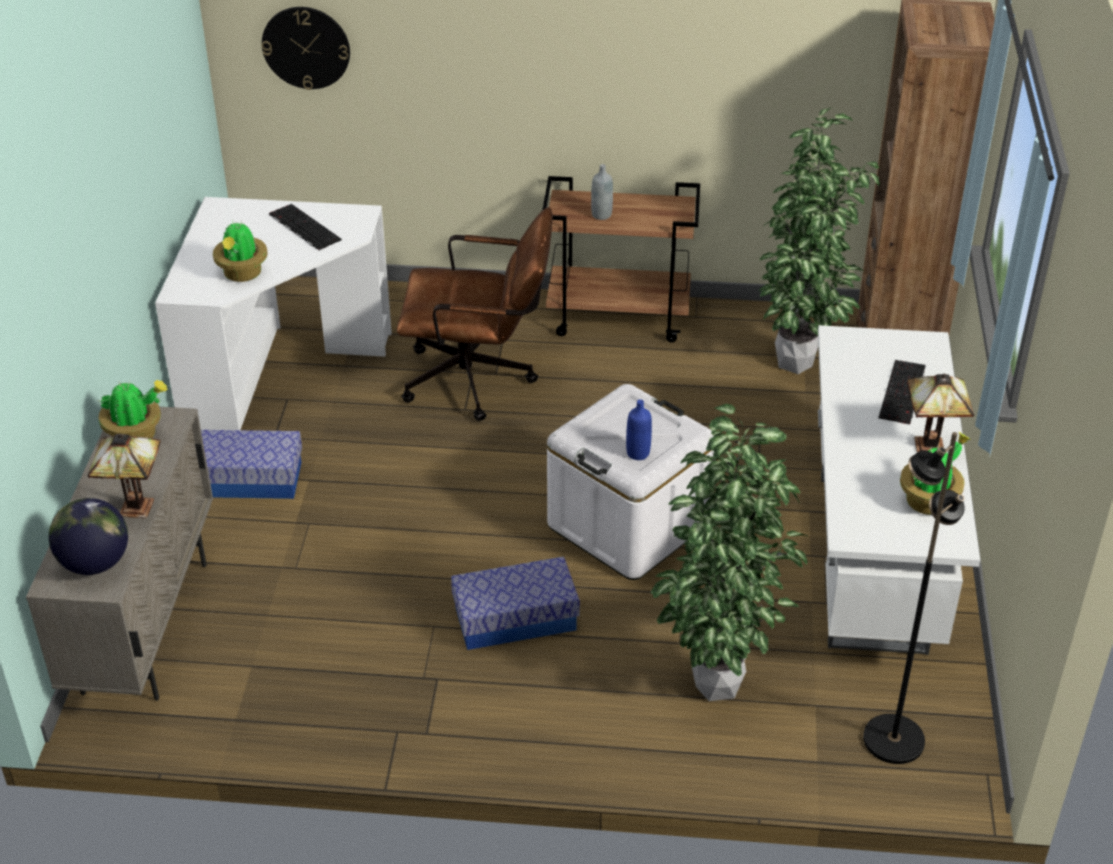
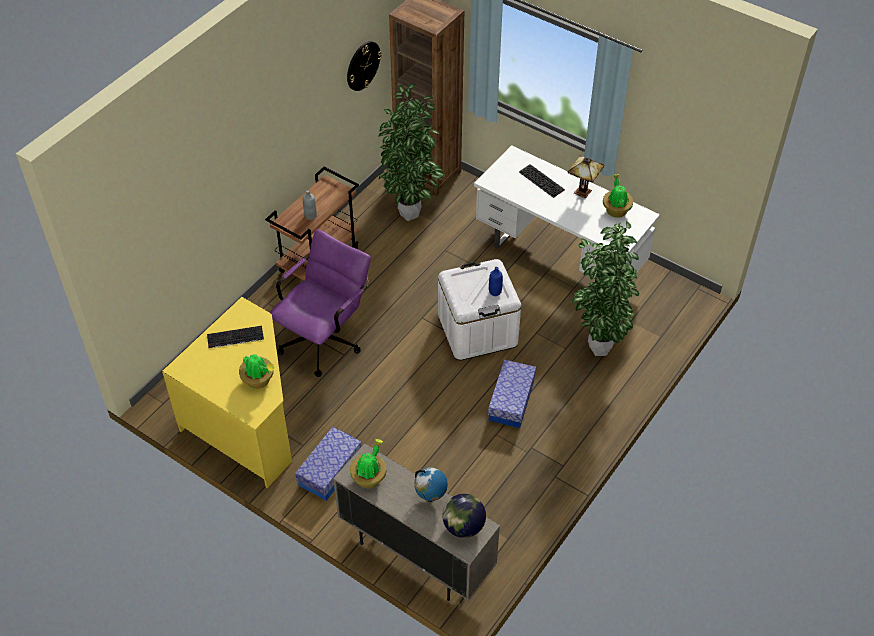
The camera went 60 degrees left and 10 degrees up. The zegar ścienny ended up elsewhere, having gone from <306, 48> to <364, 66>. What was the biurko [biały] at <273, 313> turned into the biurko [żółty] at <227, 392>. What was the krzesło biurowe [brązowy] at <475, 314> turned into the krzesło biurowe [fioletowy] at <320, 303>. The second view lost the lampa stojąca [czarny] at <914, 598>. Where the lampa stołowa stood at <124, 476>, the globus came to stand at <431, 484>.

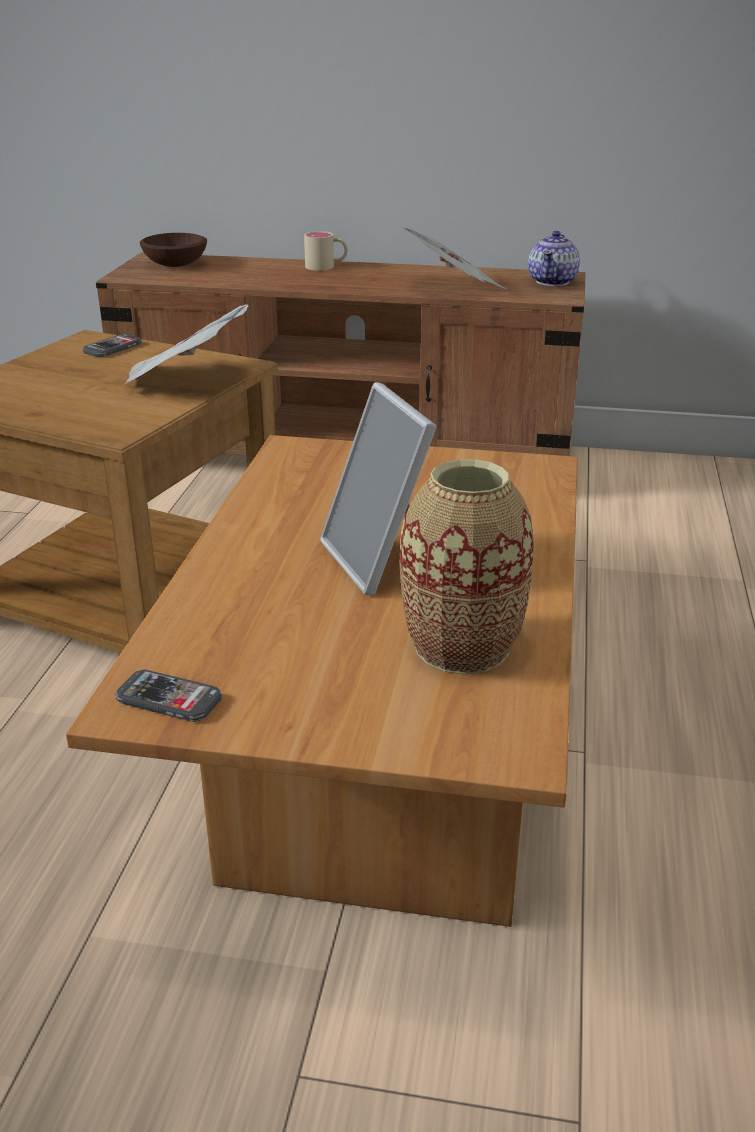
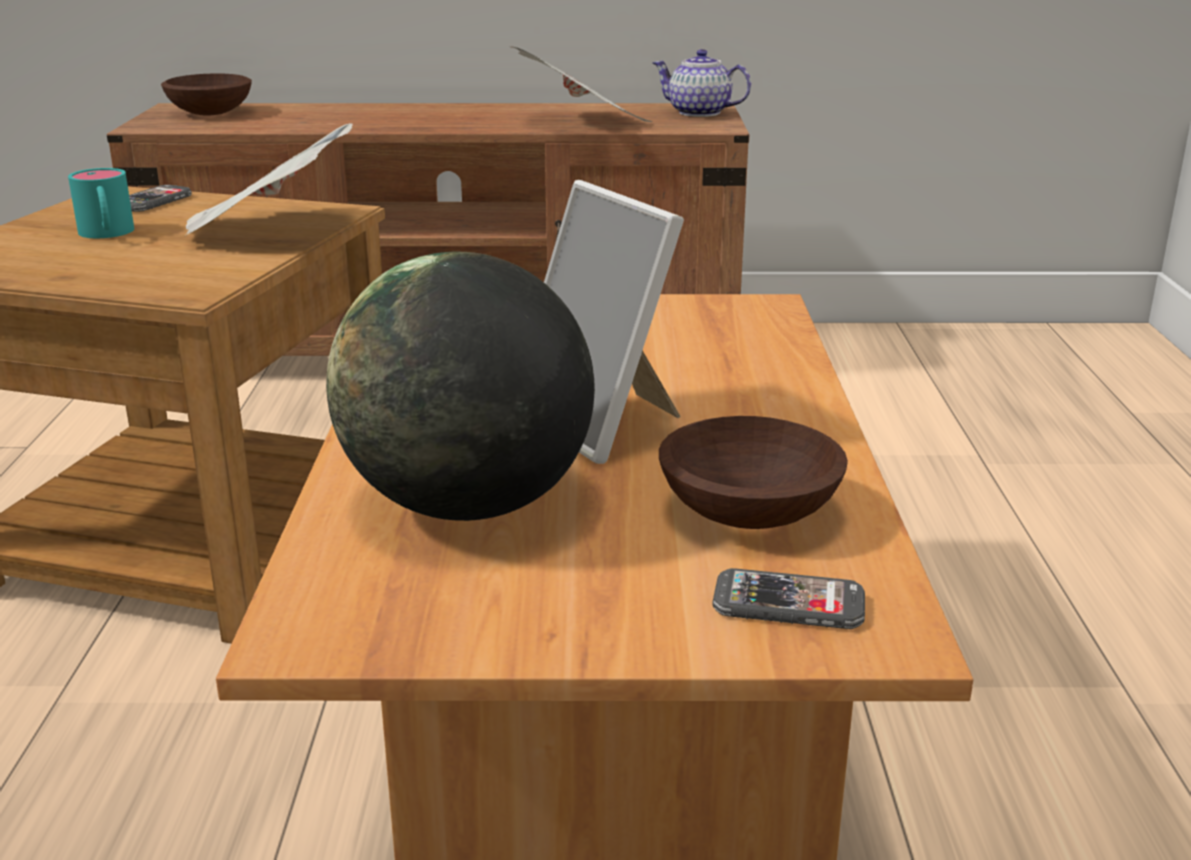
The camera went 10 degrees left and 5 degrees down. The second view lost the kubek [beżowy] at <326, 250>. The imbryk at <554, 258> ended up facing another way, 105 degrees clockwise from before. Where the wazon stood at <467, 566>, the miska [brązowy] came to stand at <753, 472>. The telefon ended up elsewhere, having gone from <169, 695> to <788, 598>. The second view gained the kubek [turkusowy] at <101, 203>. The second view gained the globus at <460, 386>.

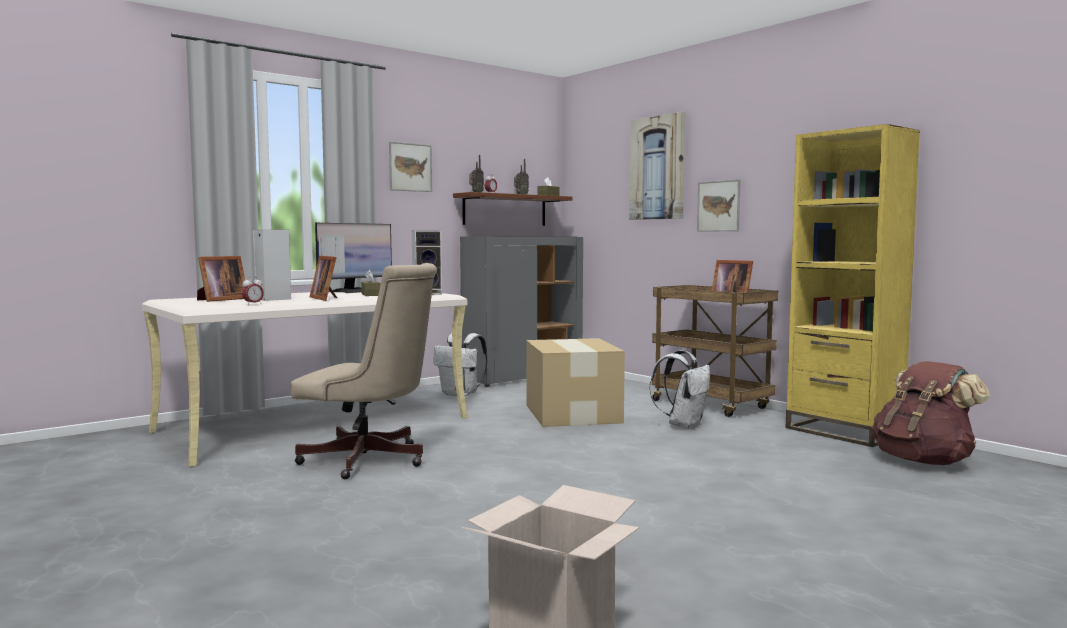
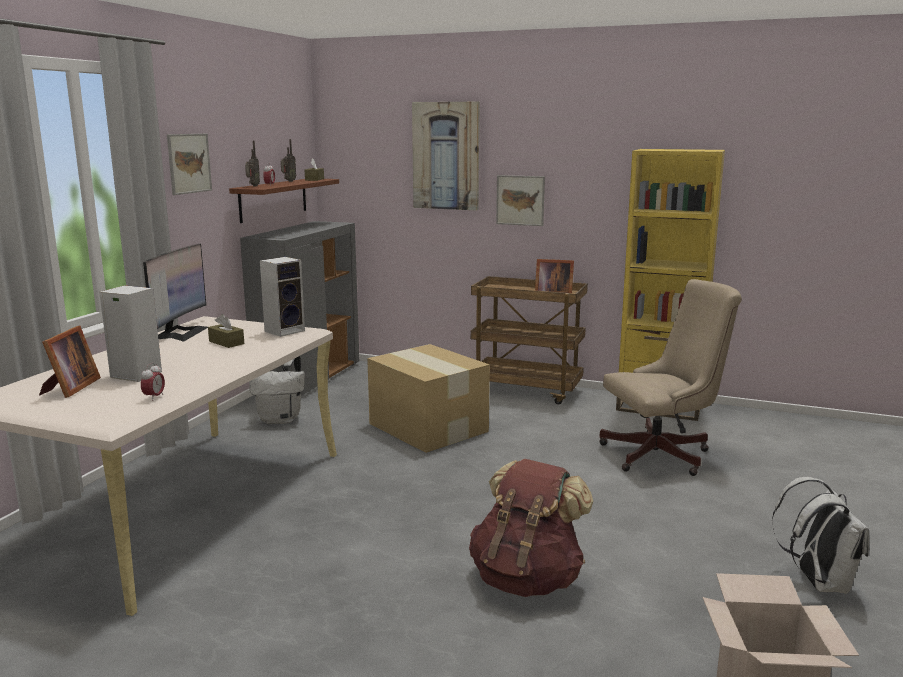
The camera went 30 degrees left and 10 degrees up. The second view lost the ramka na zdjęcie at <323, 278>. The krzesło biurowe [beżowy] ended up elsewhere, having gone from <364, 371> to <671, 377>. The plecak [biały] ended up elsewhere, having gone from <679, 389> to <820, 535>. The plecak [brązowy] ended up elsewhere, having gone from <931, 413> to <531, 528>.

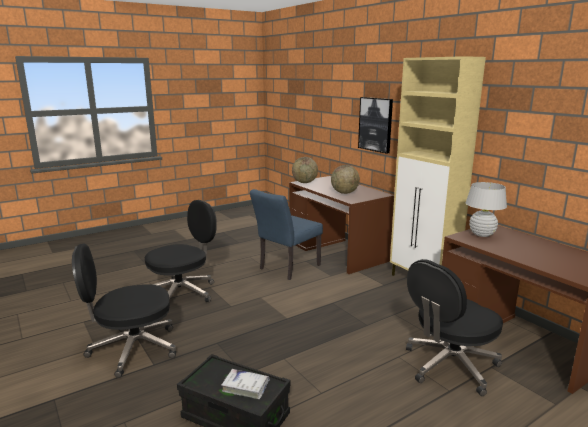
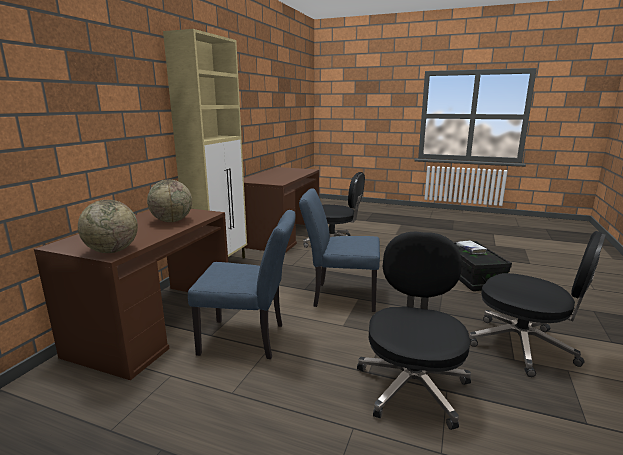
The camera went 125 degrees left and 0 degrees up. The second view lost the obraz at <375, 125>. The second view lost the lampa stołowa [biały] at <486, 209>. The krzesło biurowe [czarny] at <181, 251> ended up facing another way, 90 degrees clockwise from before. The second view gained the krzesło [niebieski] at <339, 250>.

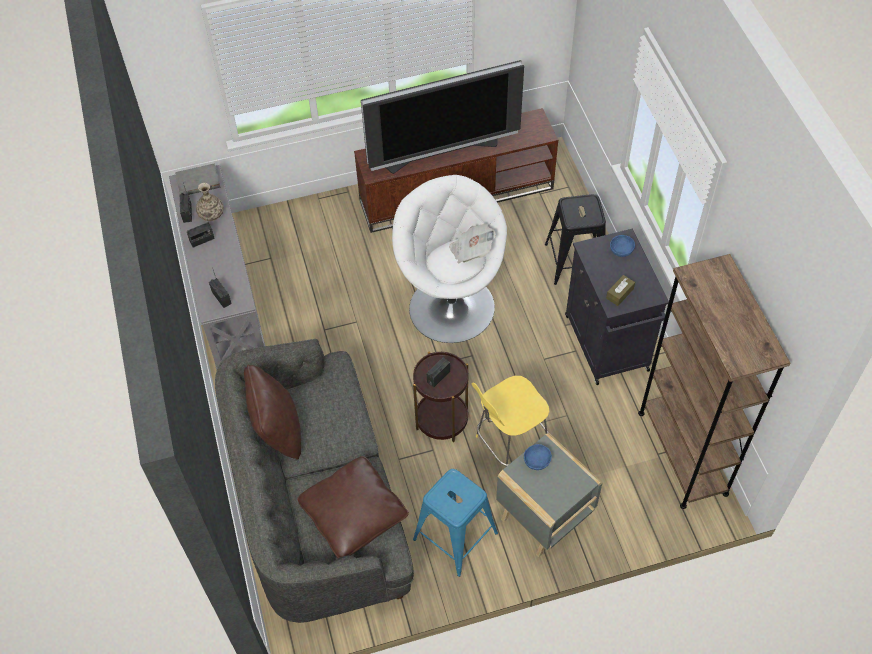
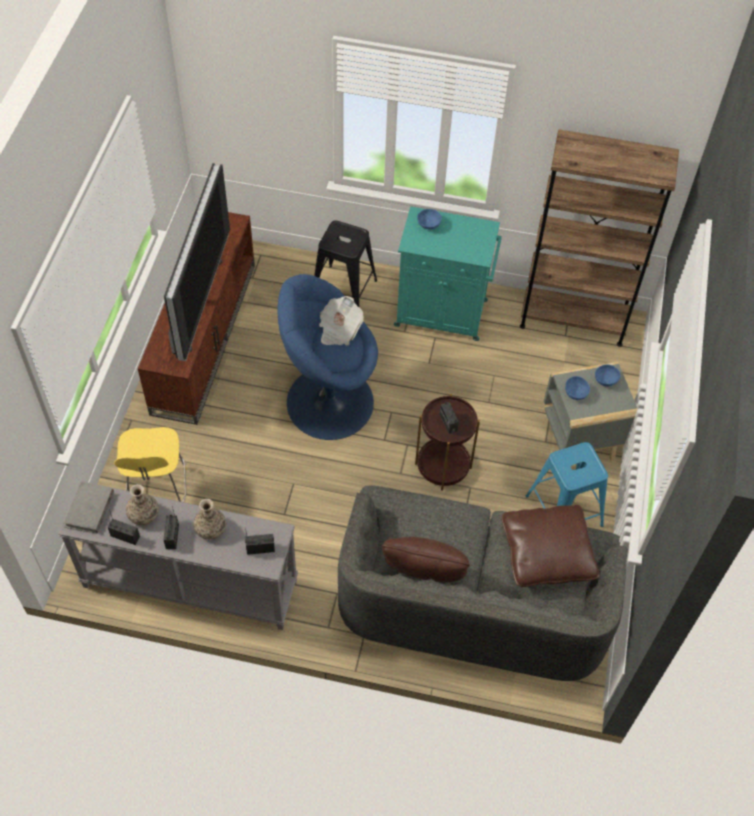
The camera went 65 degrees left and 0 degrees up. What was the fotel [biały] at <449, 259> turned into the fotel [niebieski] at <327, 357>. What was the szafka [czarny] at <617, 307> turned into the szafka [turkusowy] at <448, 273>. The second view lost the pudełko chusteczek [brązowy] at <620, 290>. The stołek [żółty] ended up elsewhere, having gone from <511, 421> to <150, 464>. The second view gained the miska [niebieski] at <608, 375>. The second view gained the wazon at <209, 519>.

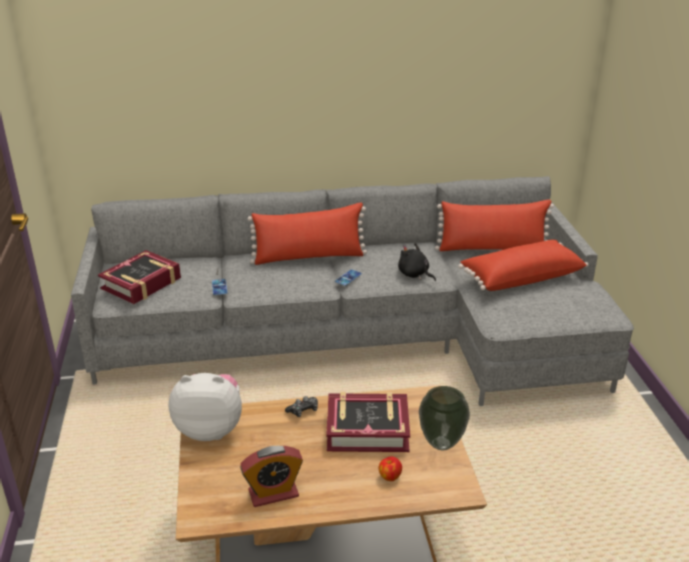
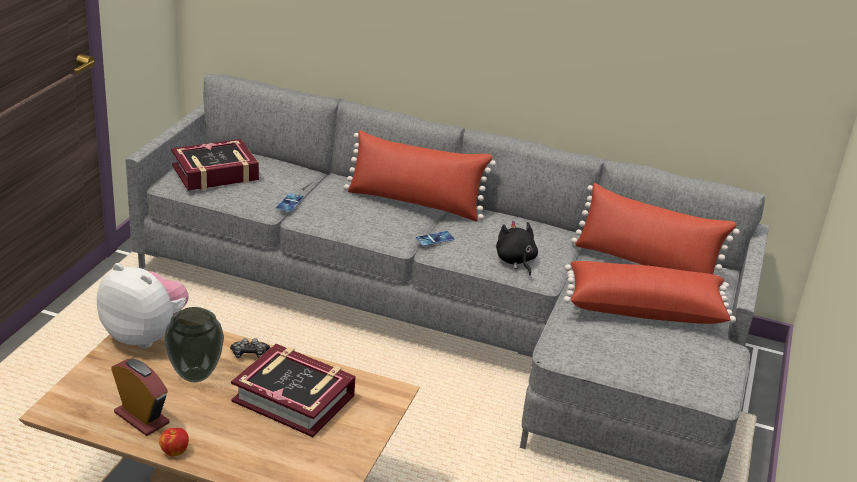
The camera went 25 degrees right and 0 degrees up. The wazon ended up elsewhere, having gone from <444, 418> to <194, 344>. The budzik at <271, 476> ended up facing another way, 150 degrees counterclockwise from before. The jabłko ended up elsewhere, having gone from <390, 468> to <174, 442>.

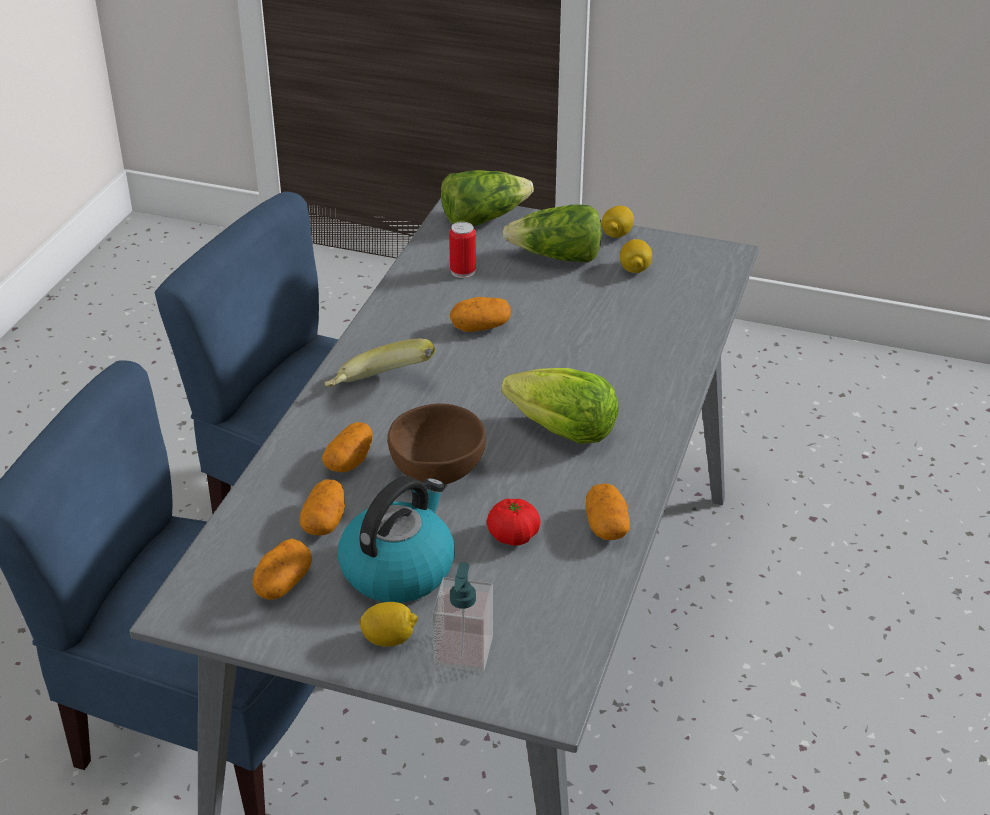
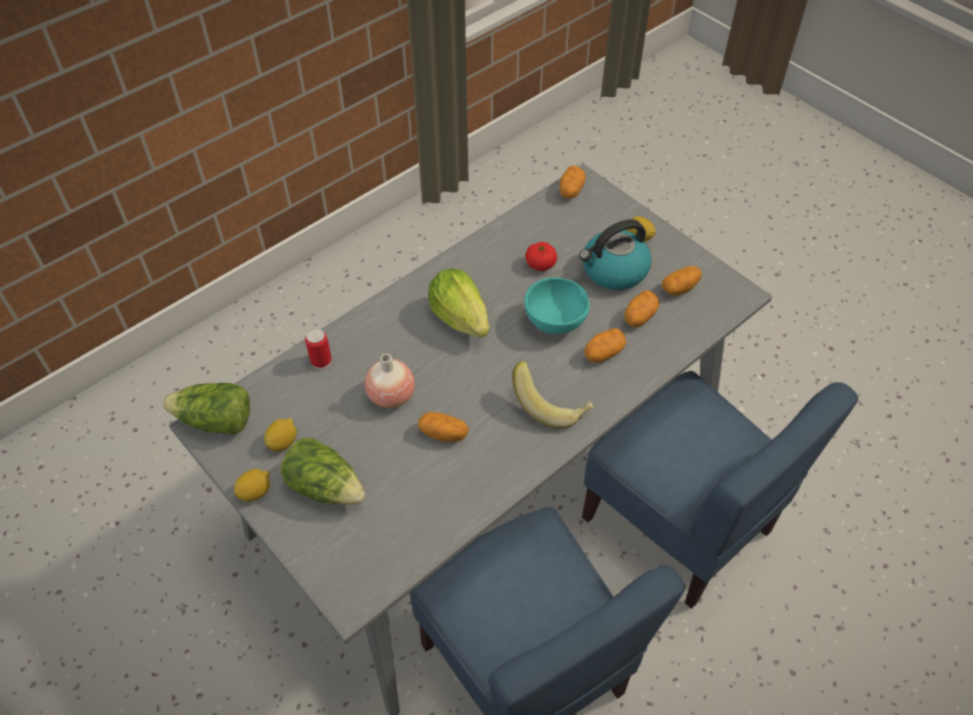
The camera went 150 degrees left and 15 degrees up. The sałata ended up elsewhere, having gone from <487, 198> to <206, 409>. The puszka ended up elsewhere, having gone from <462, 250> to <318, 348>. What was the miska [brązowy] at <436, 444> turned into the miska [turkusowy] at <557, 305>. The ziemniak ended up elsewhere, having gone from <608, 511> to <572, 182>. The second view lost the dozownik mydła at <462, 617>. The second view gained the wazon at <390, 381>.

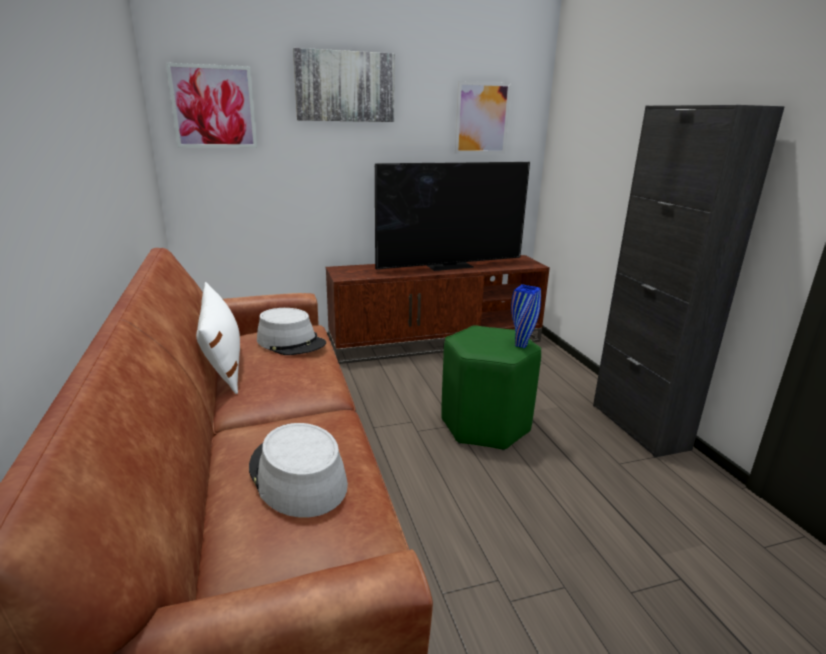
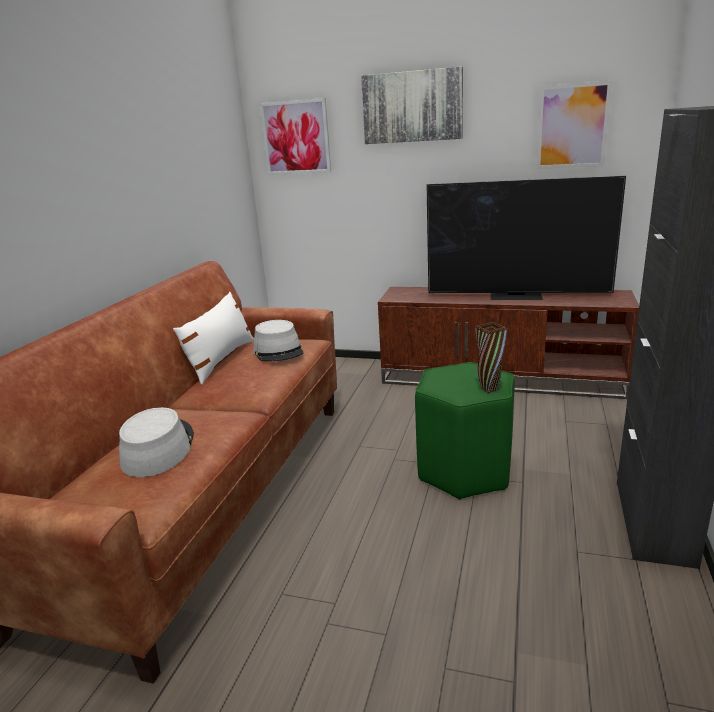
The camera went 35 degrees right and 0 degrees up. What was the wazon [niebieski] at <526, 316> turned into the wazon [brązowy] at <491, 357>.

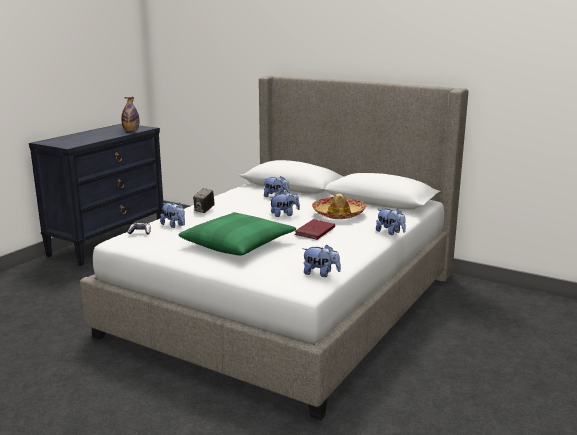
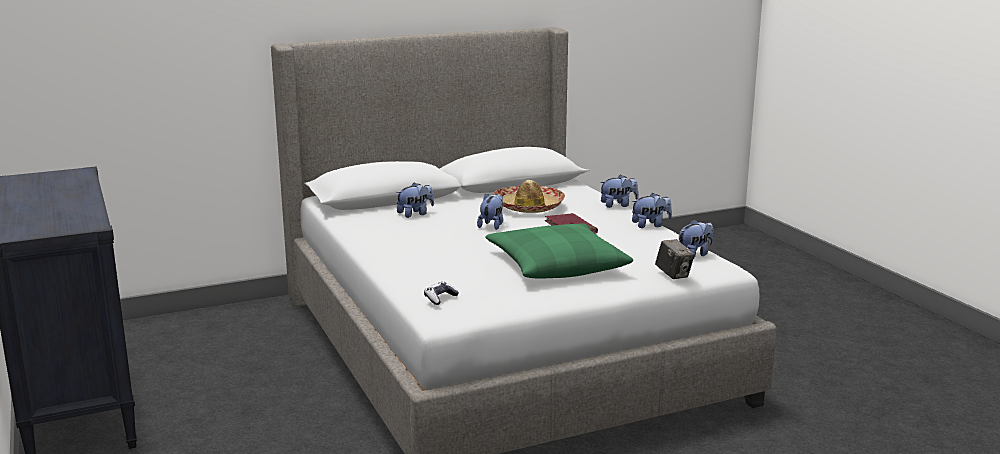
The camera went 55 degrees left and 0 degrees up. The second view lost the butelka at <130, 114>. The aparat fotograficzny ended up elsewhere, having gone from <204, 200> to <675, 259>. The pluszak ended up elsewhere, having gone from <172, 215> to <651, 210>.

